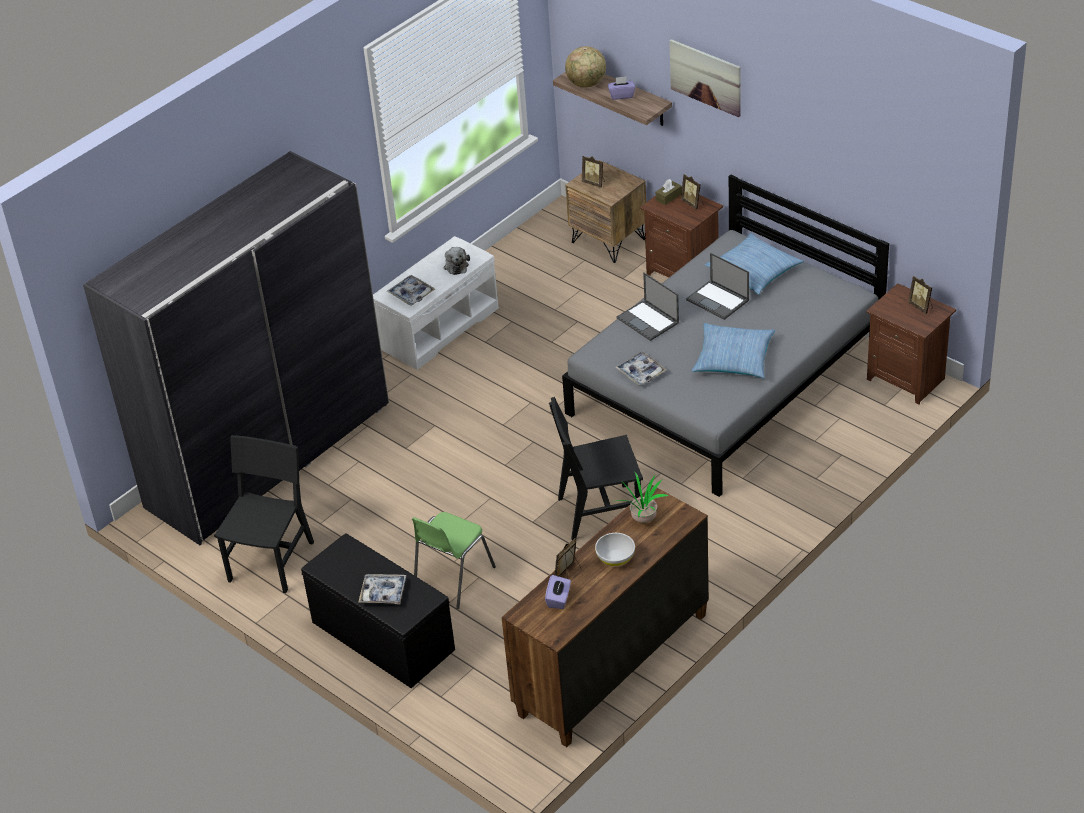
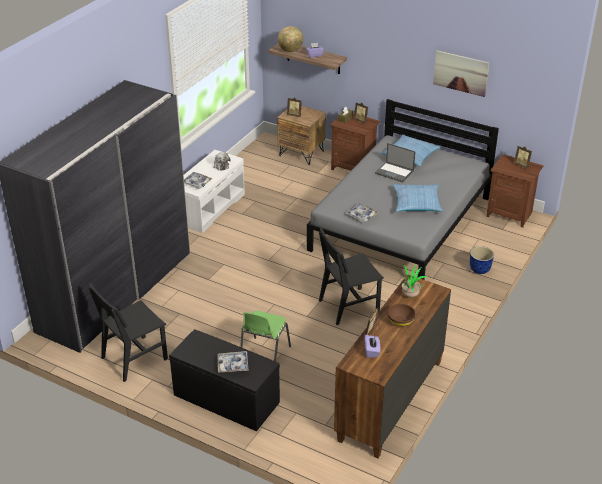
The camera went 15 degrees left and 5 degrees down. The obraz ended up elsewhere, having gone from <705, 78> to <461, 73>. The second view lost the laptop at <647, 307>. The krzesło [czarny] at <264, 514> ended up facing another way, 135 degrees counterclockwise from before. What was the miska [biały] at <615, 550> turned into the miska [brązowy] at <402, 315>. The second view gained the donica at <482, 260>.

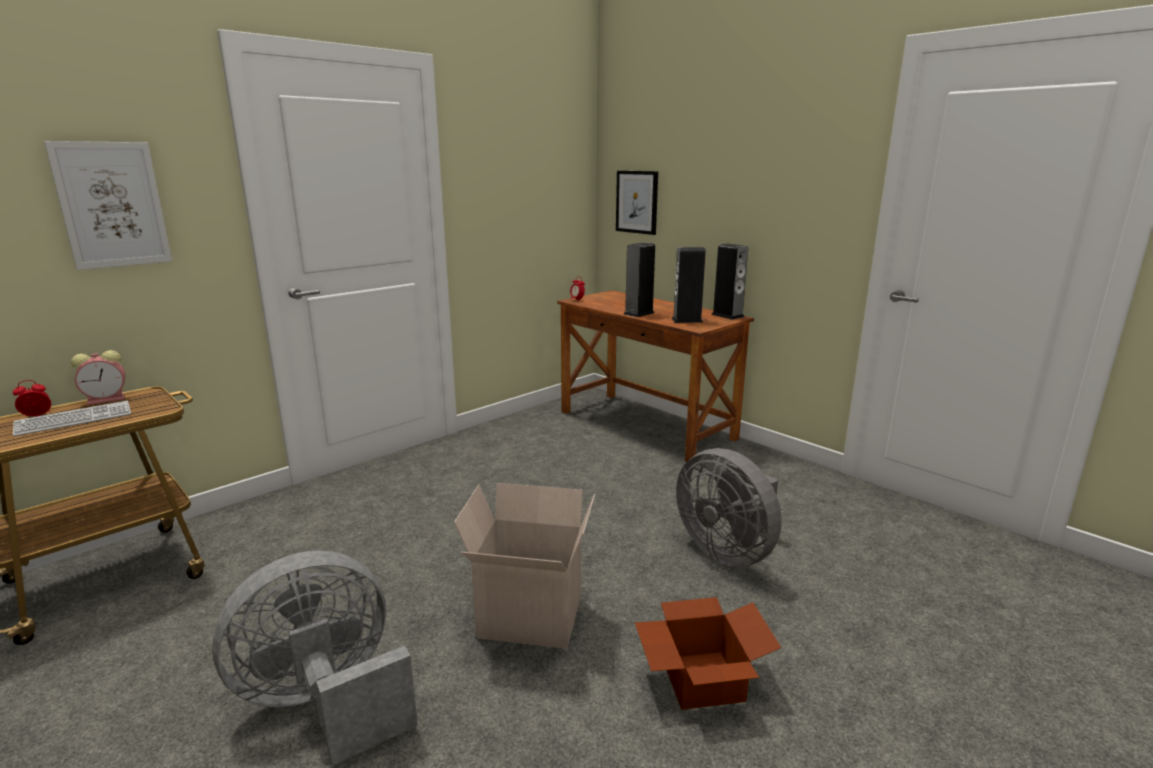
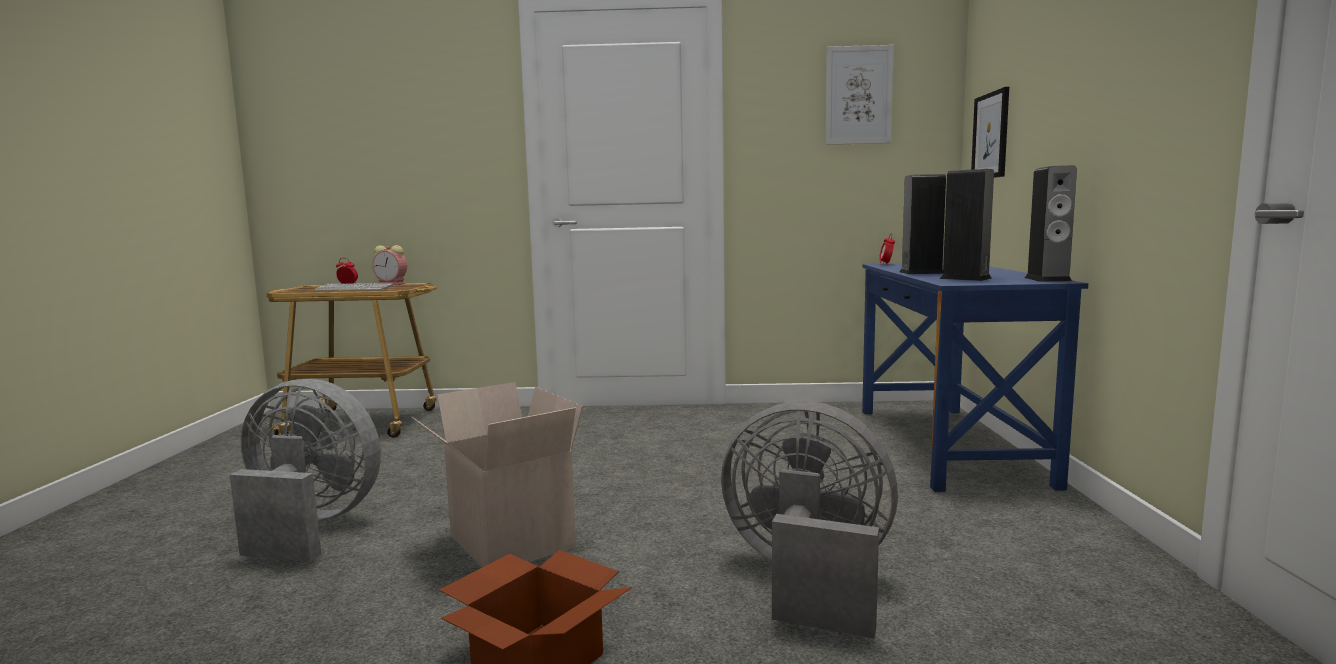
The camera went 45 degrees right and 10 degrees down. The obraz ended up elsewhere, having gone from <108, 205> to <859, 95>. What was the biurko [brązowy] at <655, 376> turned into the biurko [niebieski] at <975, 377>. The wentylator [szary] at <729, 507> ended up facing another way, 105 degrees clockwise from before.

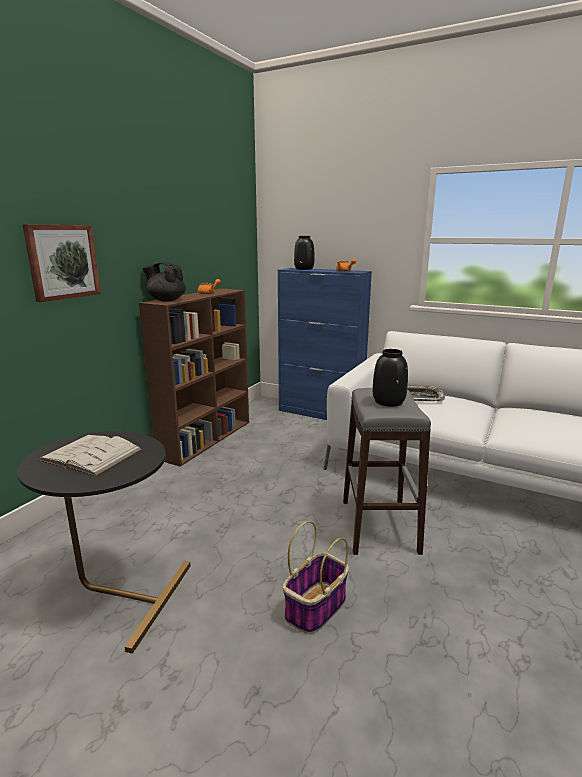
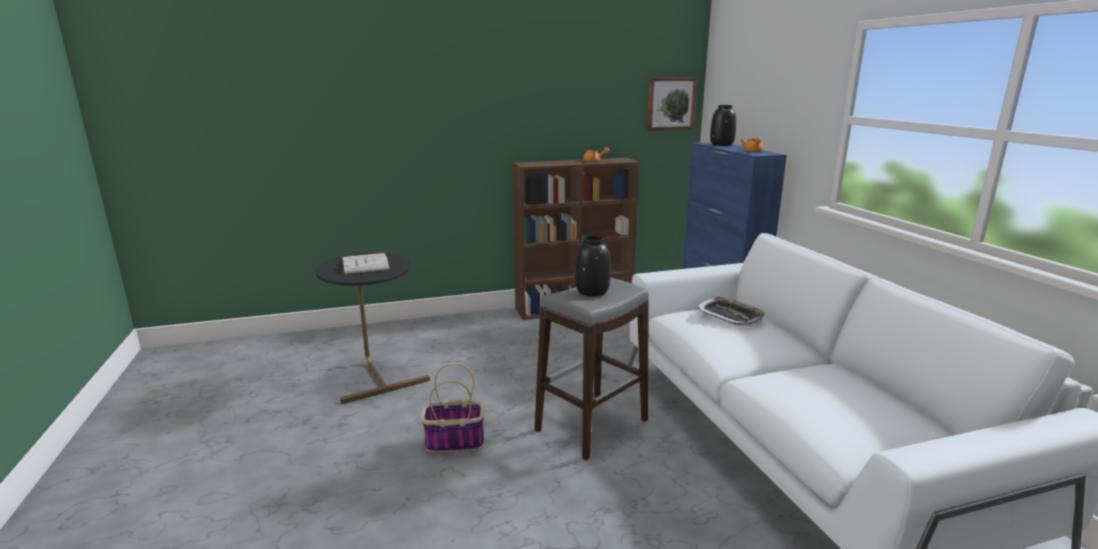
The camera went 45 degrees right and 0 degrees up. The obraz ended up elsewhere, having gone from <62, 263> to <671, 104>. The second view lost the imbryk [czarny] at <164, 282>.

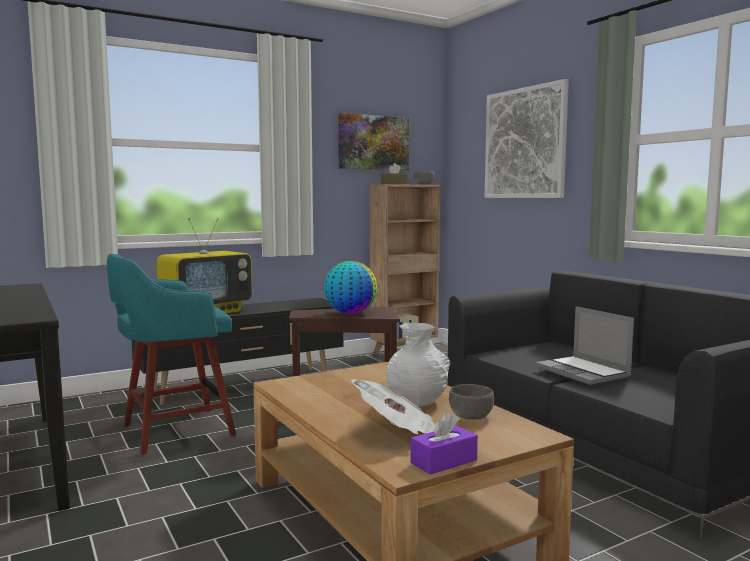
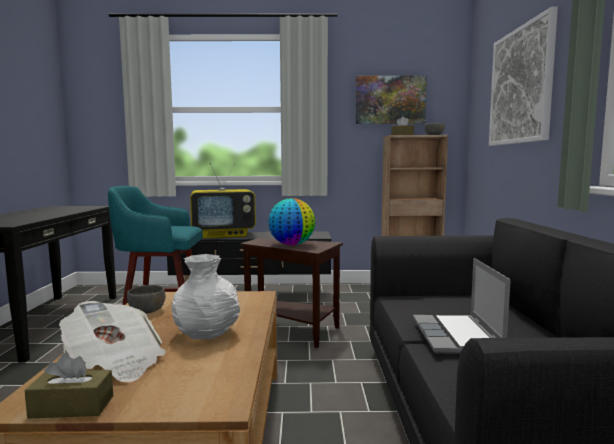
The camera went 30 degrees right and 0 degrees up. The miska [szary] ended up elsewhere, having gone from <471, 402> to <146, 299>. What was the pudełko chusteczek [fioletowy] at <444, 443> turned into the pudełko chusteczek [brązowy] at <69, 386>.

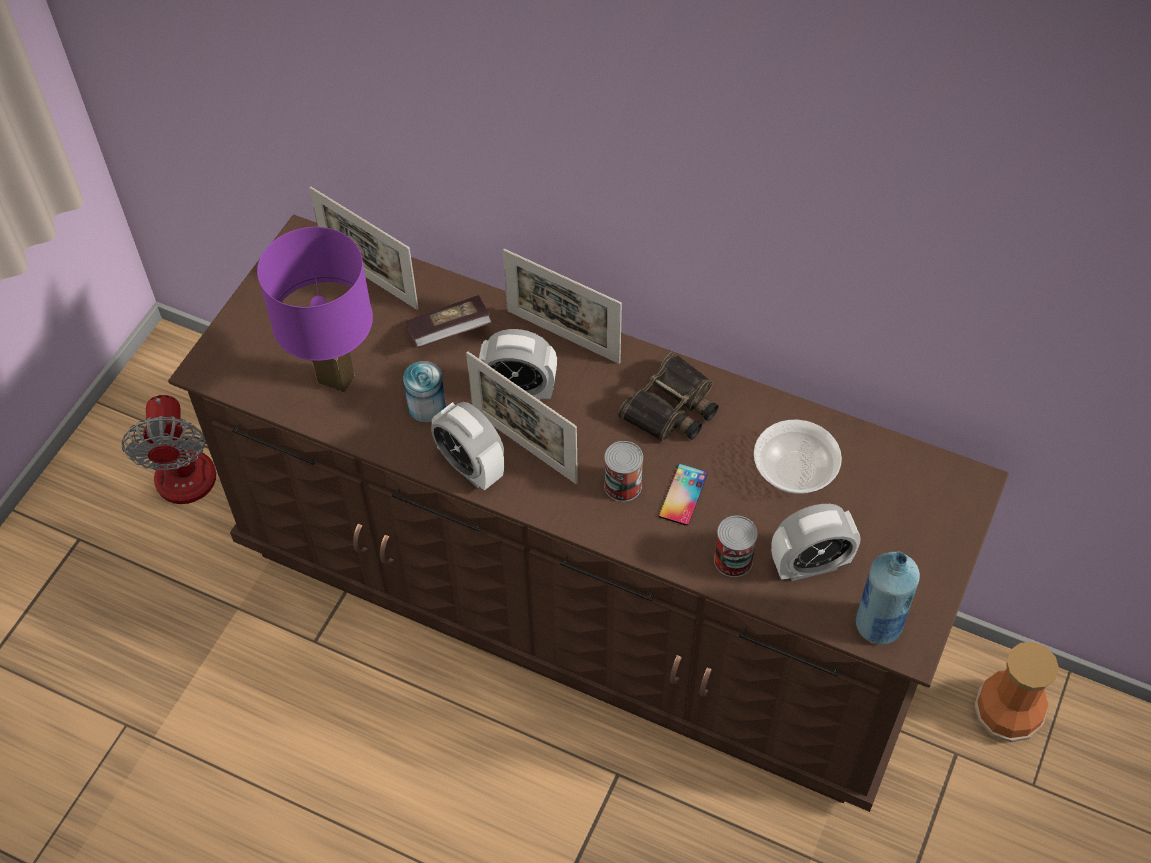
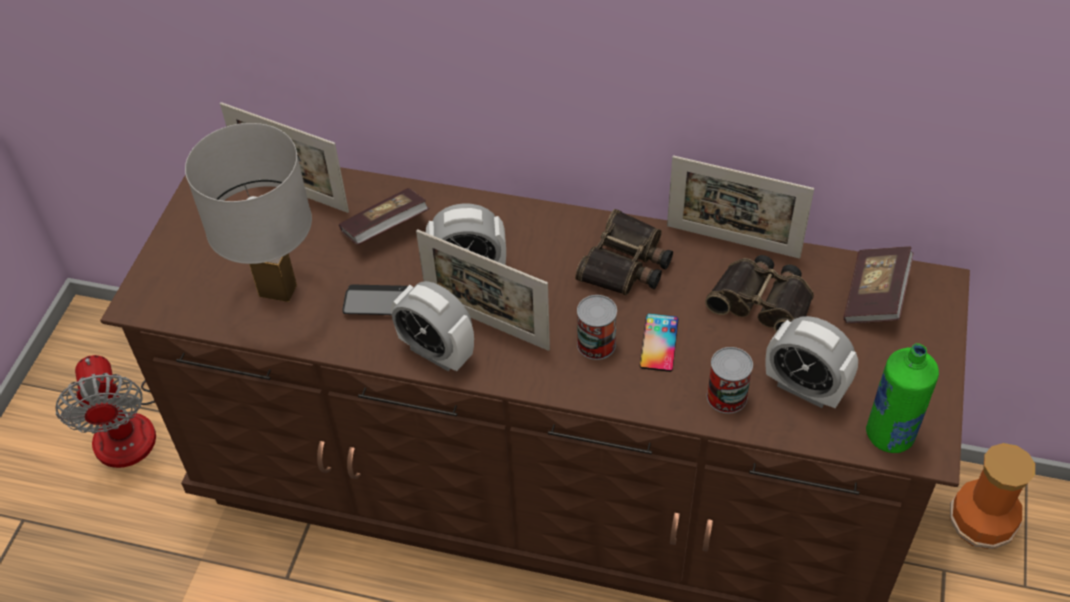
The camera went 10 degrees left and 5 degrees down. What was the lampa stołowa [fioletowy] at <315, 309> turned into the lampa stołowa [biały] at <248, 212>. The ramka na zdjęcie ended up elsewhere, having gone from <562, 306> to <740, 207>. Where the puszka stood at <424, 392>, the telefon came to stand at <375, 299>. Where the miska stood at <798, 457>, the lornetka came to stand at <759, 293>. The budzik at <815, 542> ended up facing another way, 60 degrees clockwise from before. What was the butelka [niebieski] at <888, 598> turned into the butelka [zielony] at <902, 398>. The second view gained the książka at <878, 284>.

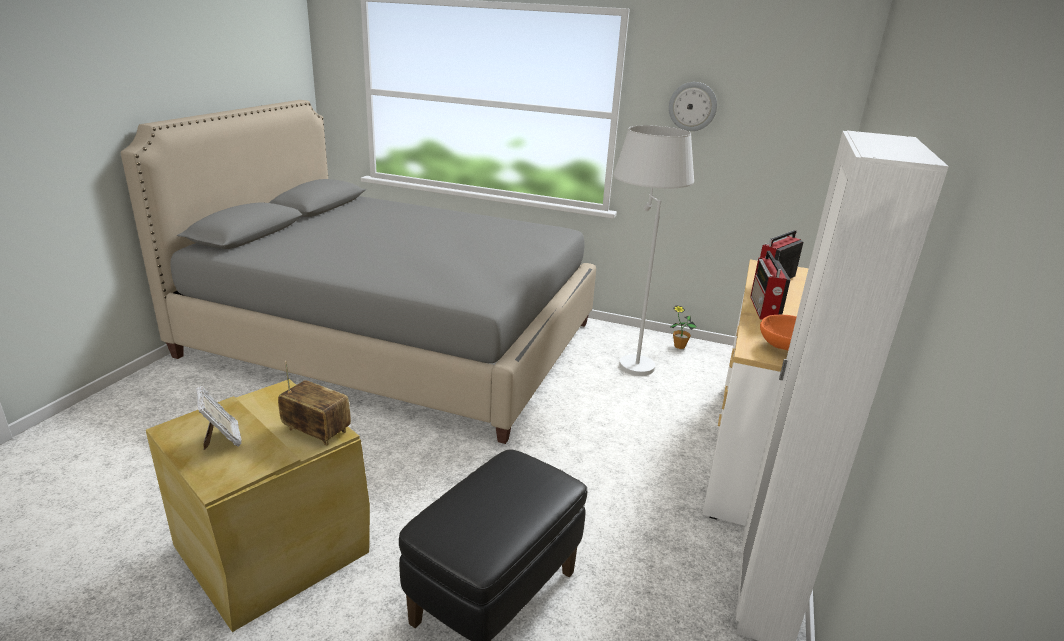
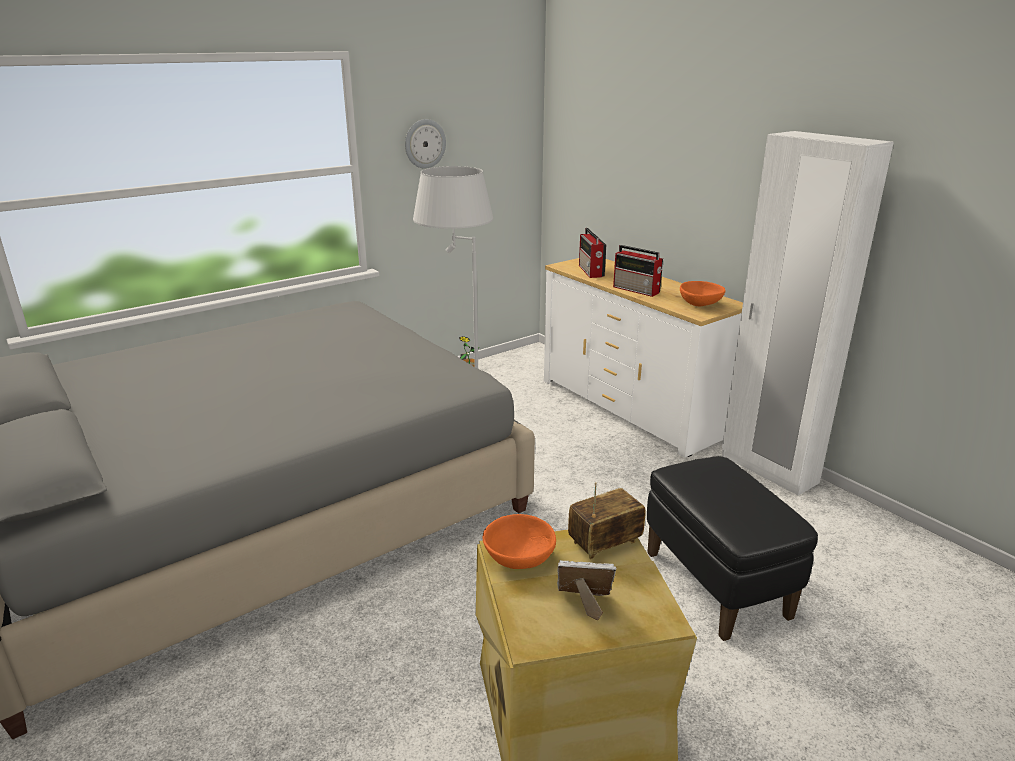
The camera went 55 degrees left and 0 degrees up. The second view gained the miska [pomarańczowy] at <519, 541>.

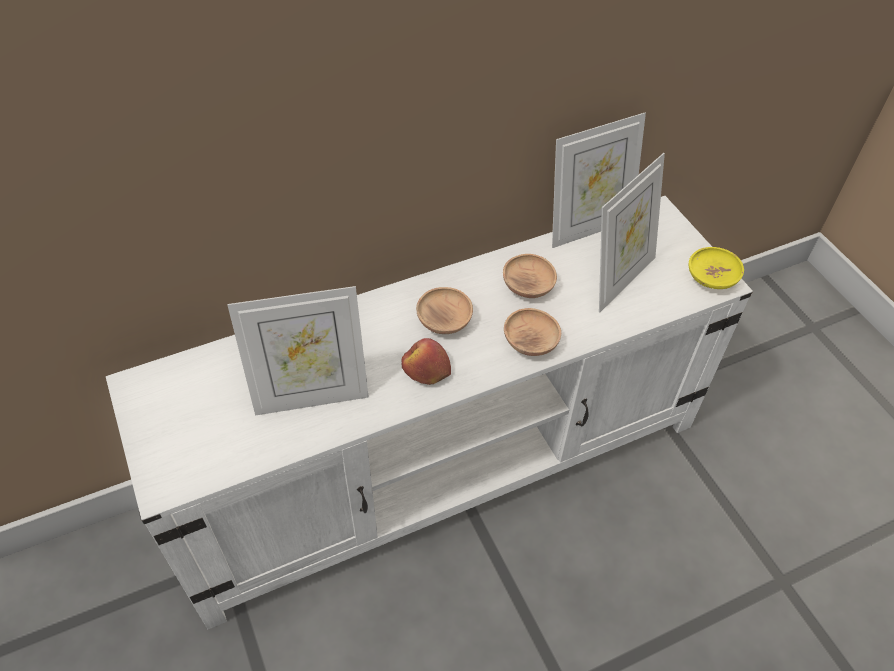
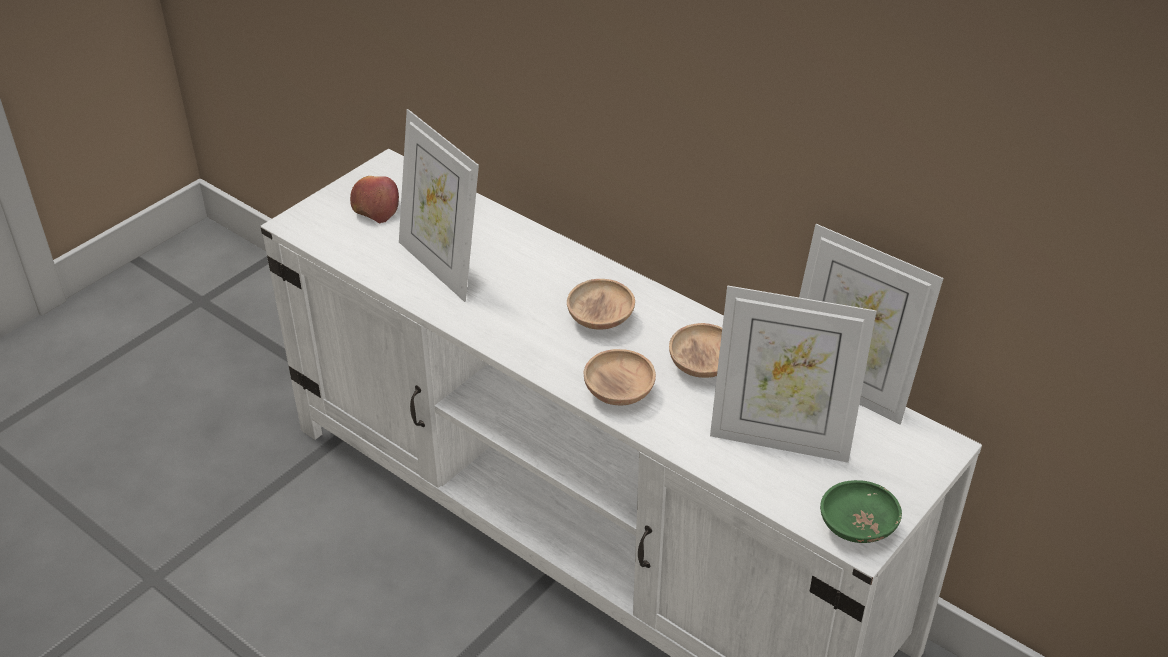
The camera went 65 degrees right and 10 degrees down. What was the miska [żółty] at <716, 268> turned into the miska [zielony] at <861, 511>. The jabłko ended up elsewhere, having gone from <426, 361> to <374, 199>.

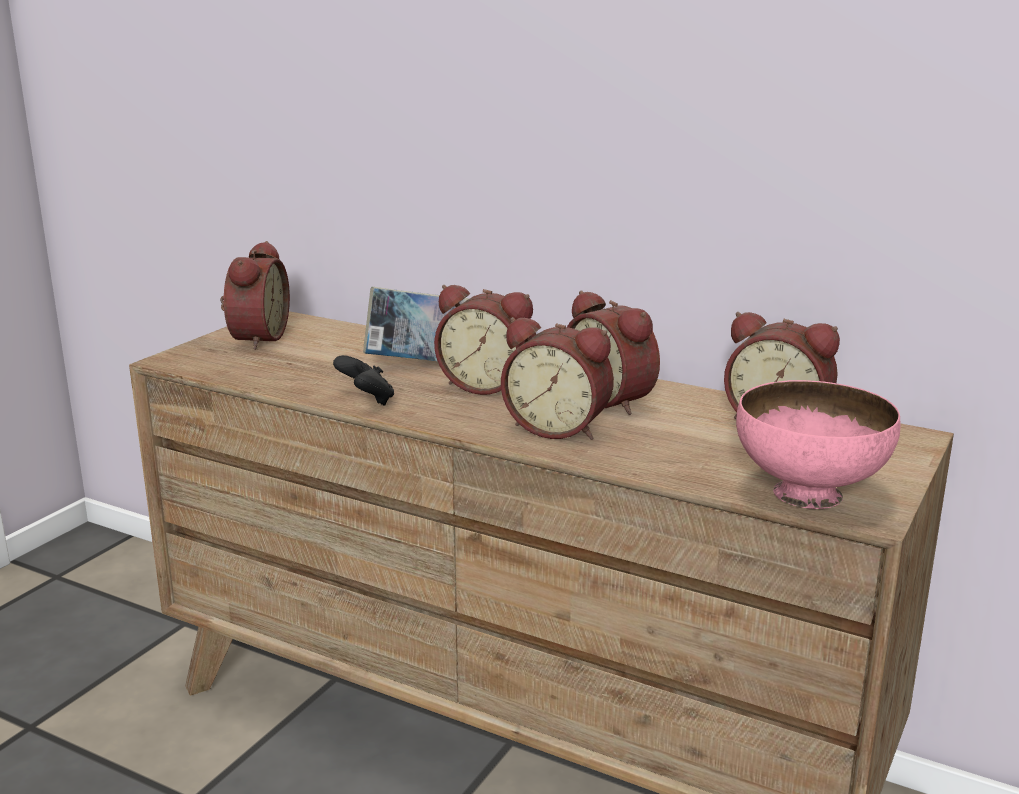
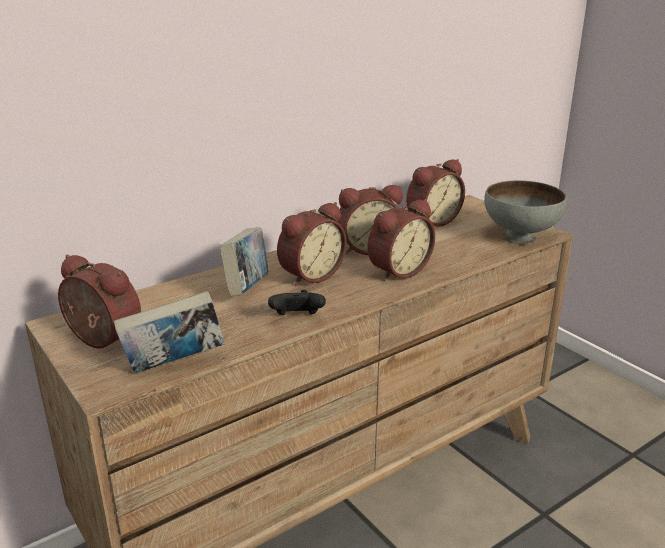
The camera went 65 degrees left and 5 degrees up. What was the miska [różowy] at <818, 444> turned into the miska [szary] at <525, 212>. The second view gained the książka at <169, 332>.

